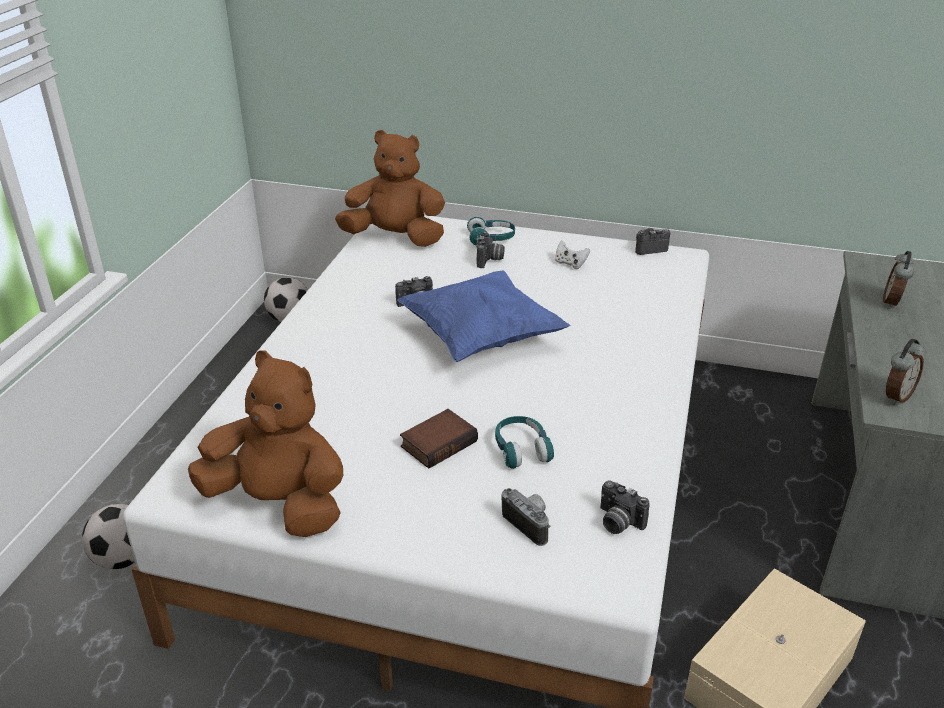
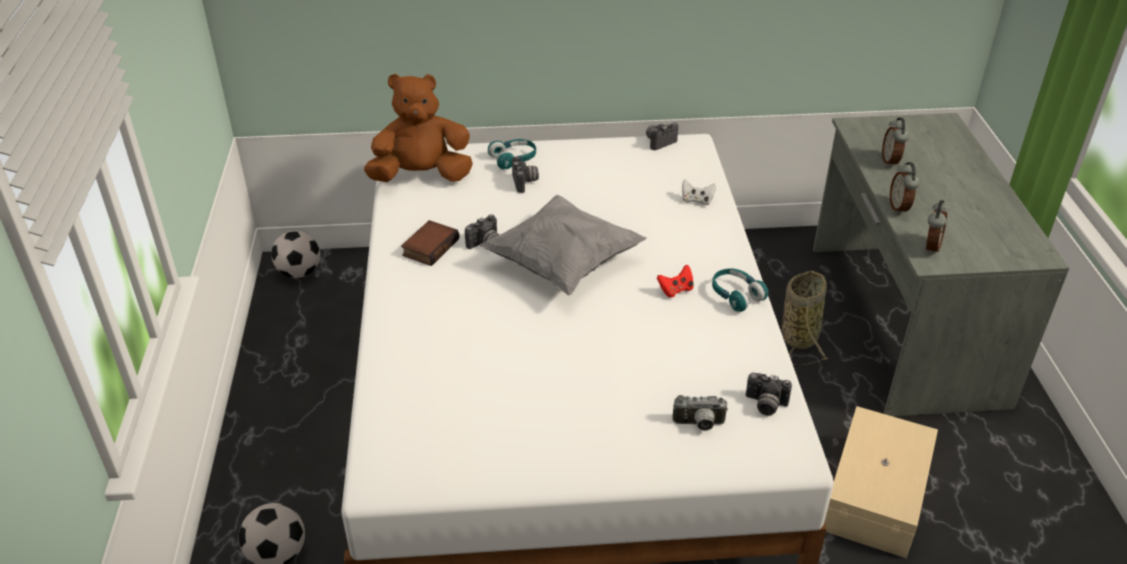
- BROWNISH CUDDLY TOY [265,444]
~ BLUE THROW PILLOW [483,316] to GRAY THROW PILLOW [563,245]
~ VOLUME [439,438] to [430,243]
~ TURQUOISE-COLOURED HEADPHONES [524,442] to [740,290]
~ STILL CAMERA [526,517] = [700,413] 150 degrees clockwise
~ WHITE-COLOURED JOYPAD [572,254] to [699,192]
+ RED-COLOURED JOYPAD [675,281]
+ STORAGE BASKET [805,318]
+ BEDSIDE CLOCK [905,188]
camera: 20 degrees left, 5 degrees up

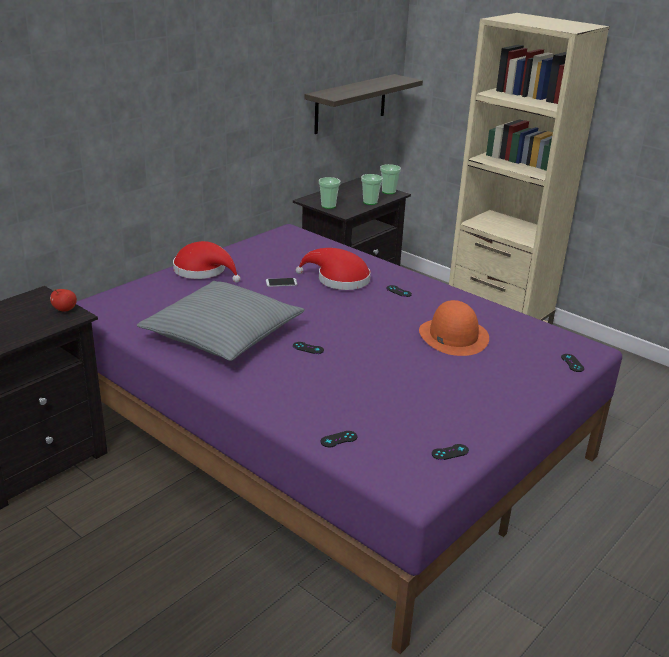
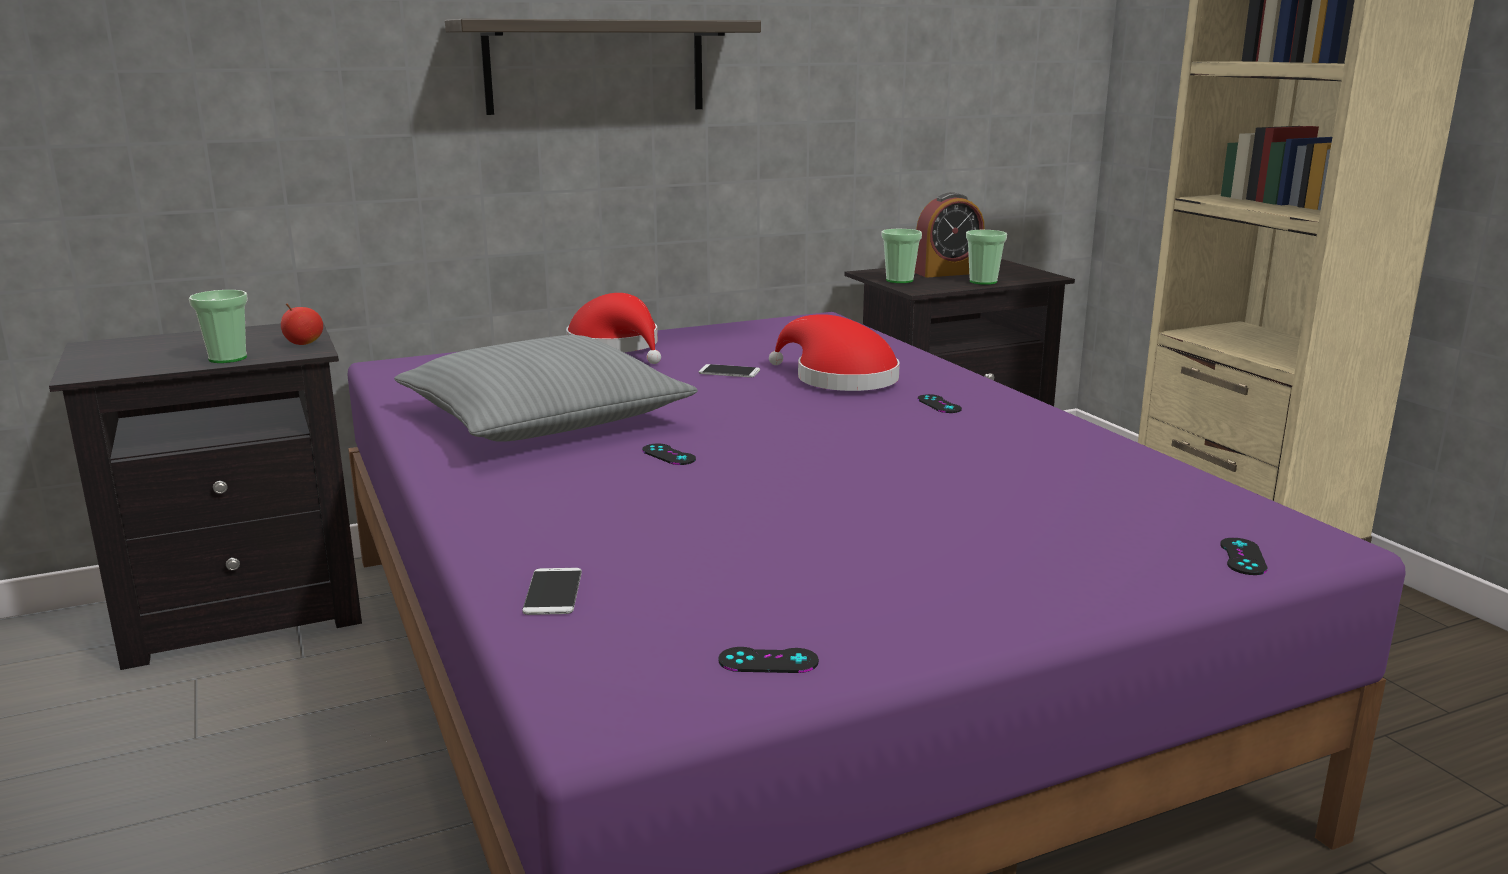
~ BRACKET SHELF [364,104] to [603,67]
~ BLACKISH JOYPAD [339,439] to TELEPHONE [552,591]
~ CUP [390,179] to [218,326]
- ORANGE-COLOURED CLOTHING HAT [454,328]
+ BEDSIDE CLOCK [949,234]
camera: 25 degrees right, 10 degrees down

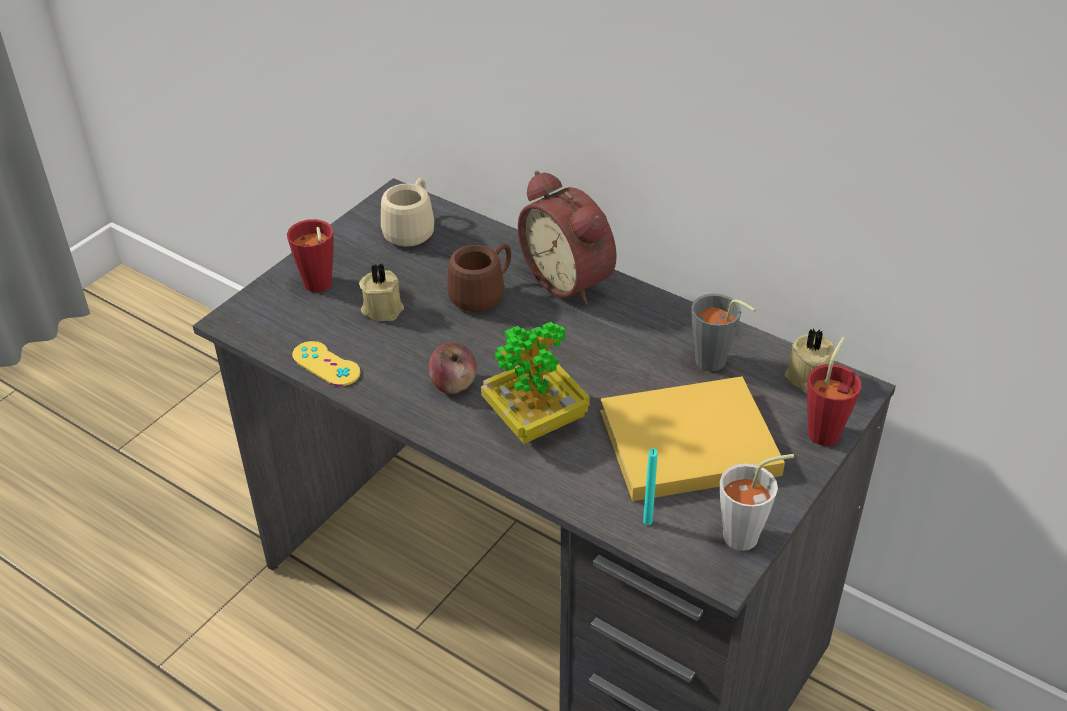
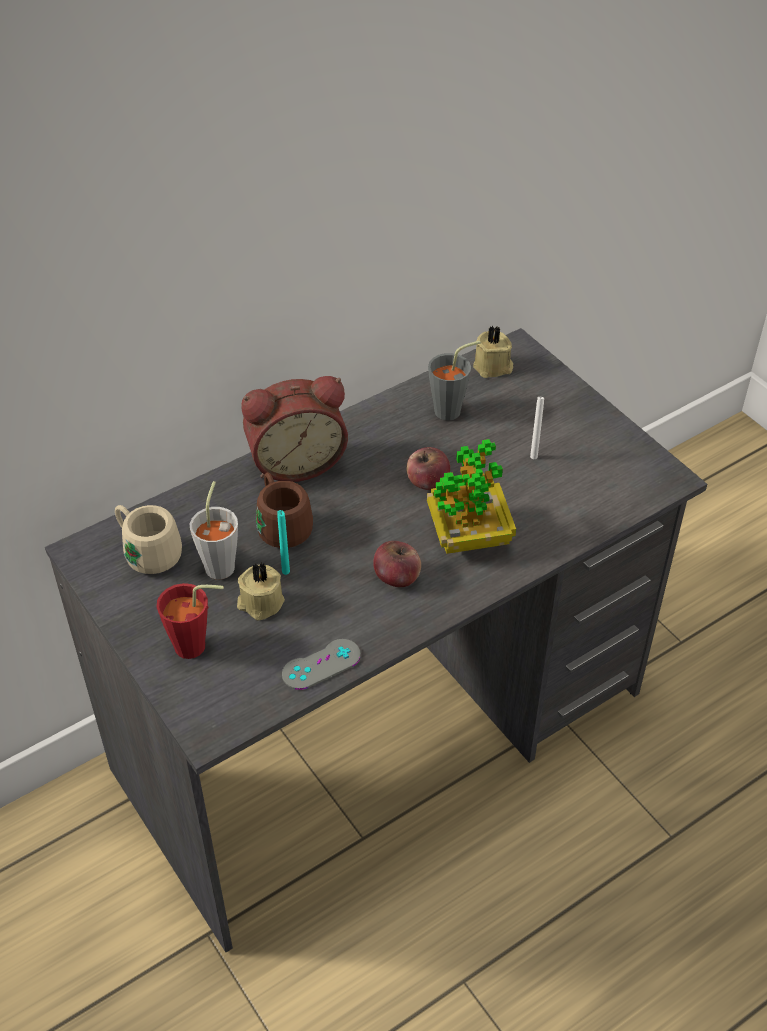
~ YELLOWISH JOYPAD [326,363] to GRAY JOYPAD [321,664]
~ YELLOWISH VOLUME [692,438] to WHITE-COLOURED WAX LIGHT [537,428]
~ TURQUOISE-COLOURED WAX LIGHT [650,486] to [283,542]
~ GRAY CUP [757,502] to [214,530]
- RED-COLOURED CUP [834,391]
+ APPLE [428,468]
camera: 70 degrees left, 5 degrees up

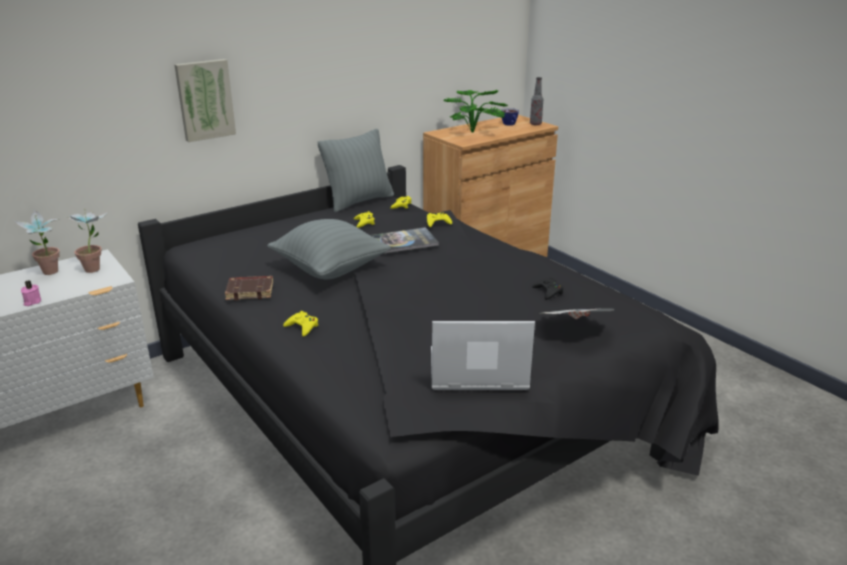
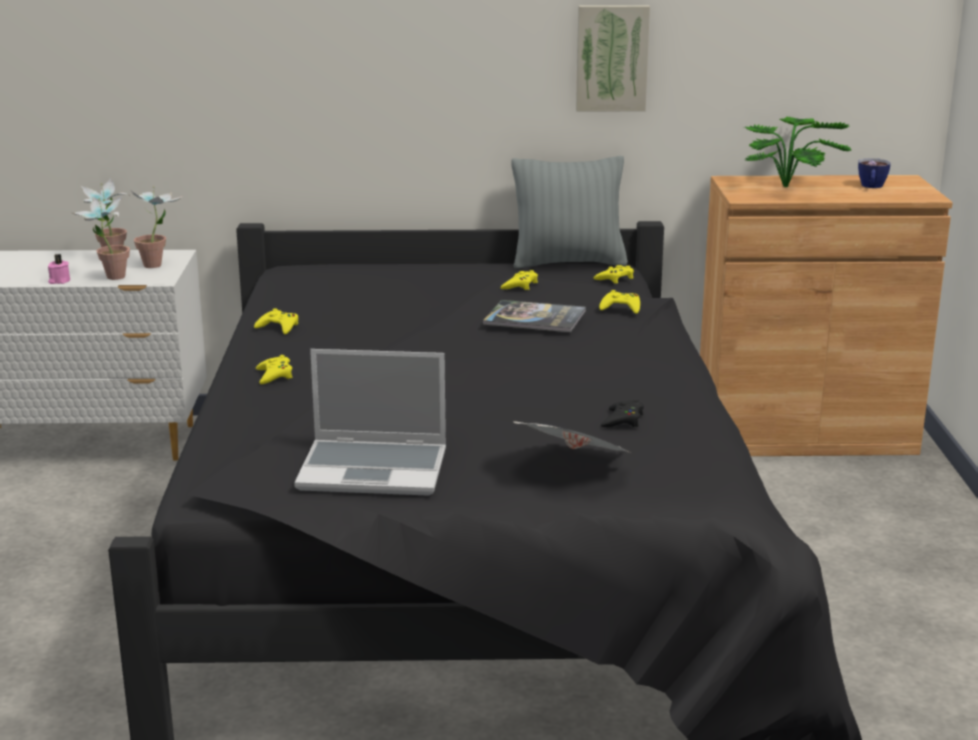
~ WALL PICTURE [205,100] to [613,58]
~ BROWNISH VOLUME [249,288] to YELLOWISH JOYPAD [276,321]
- GRAY THROW PILLOW [329,249]
~ PORTABLE COMPUTER [483,355] = [370,422] 150 degrees clockwise
- DRINK BOTTLE [536,101]
+ HOUSEPLANT [101,237]
camera: 35 degrees right, 5 degrees down

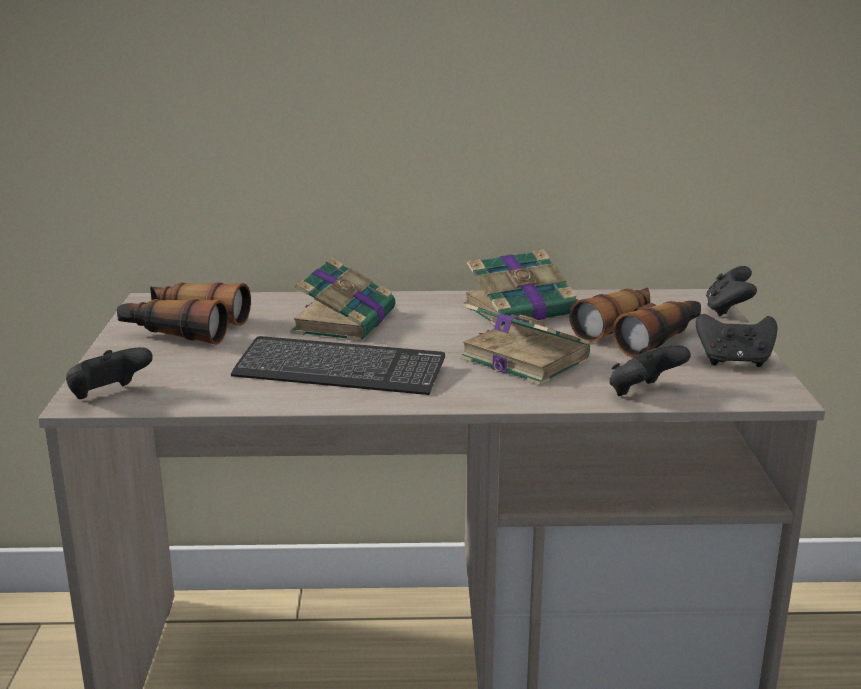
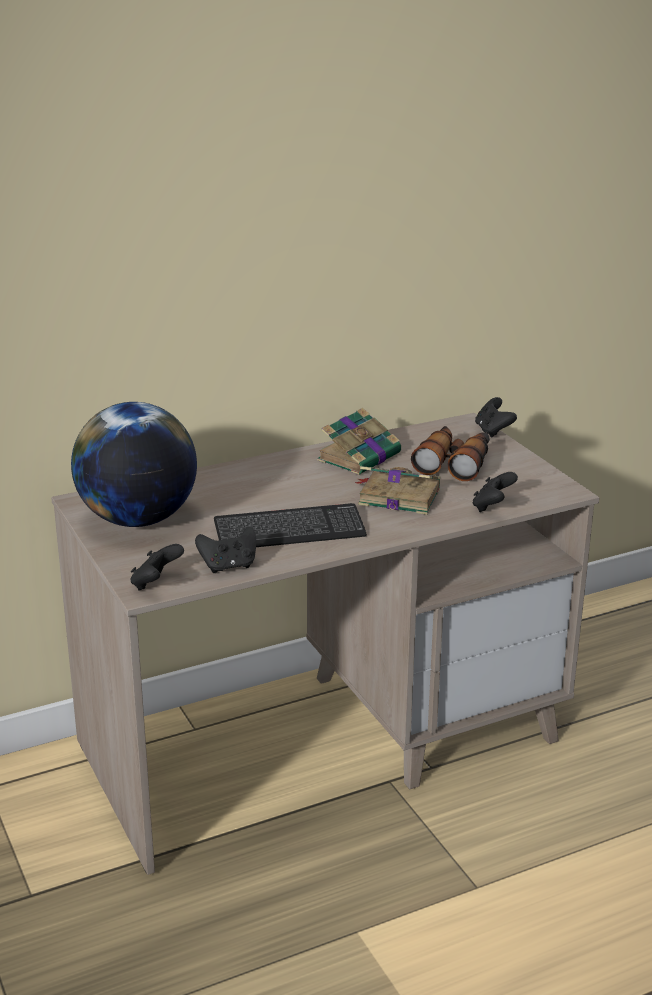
~ FIELD GLASSES [184,313] to DESK GLOBE [134,464]
- VOLUME [343,299]
~ BLACKISH JOYPAD [737,340] to [225,550]
camera: 25 degrees left, 5 degrees up

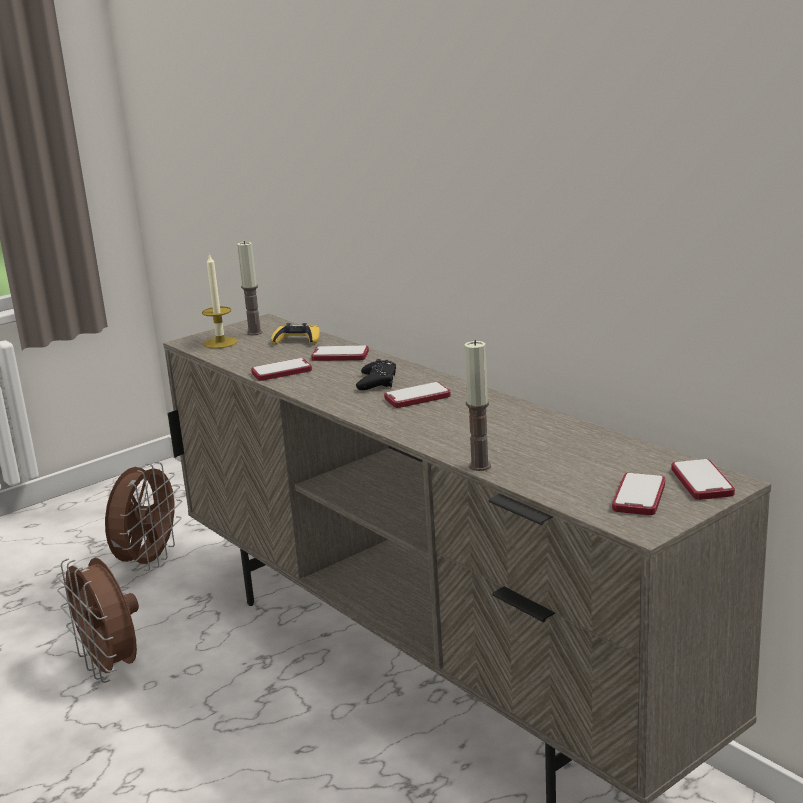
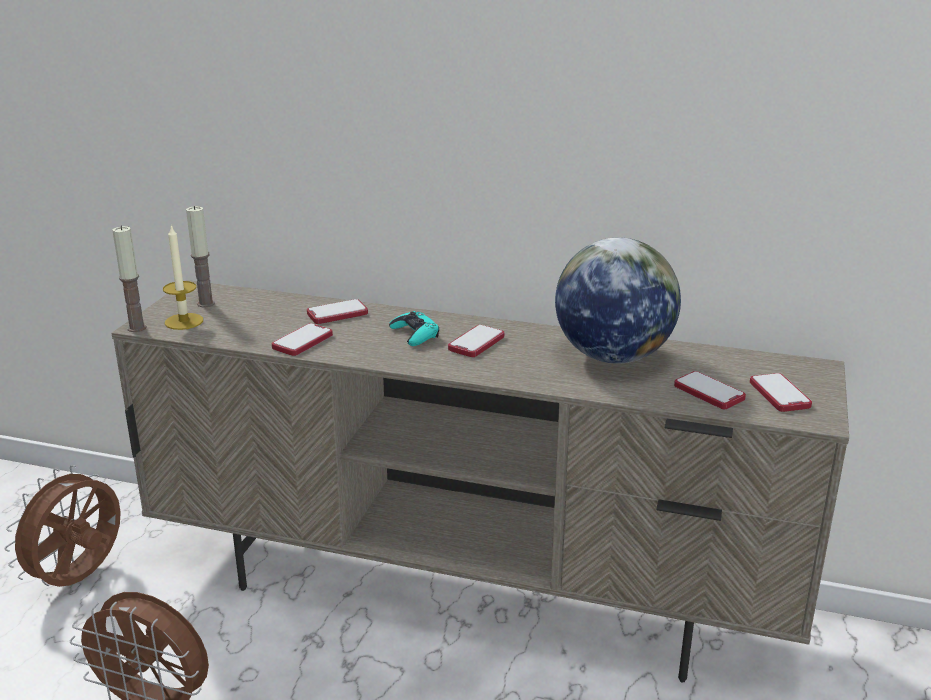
~ BROWNISH ELECTRIC FAN [143,516] = [62,526] 135 degrees counterclockwise
- YELLOWISH JOYPAD [295,334]
~ BLACKISH JOYPAD [376,374] to TURQUOISE-COLOURED JOYPAD [414,328]
~ WAX LIGHT [477,405] to [129,279]
~ TELEPHONE [703,479] to [710,390]
+ DESK GLOBE [618,300]
camera: 35 degrees left, 5 degrees up

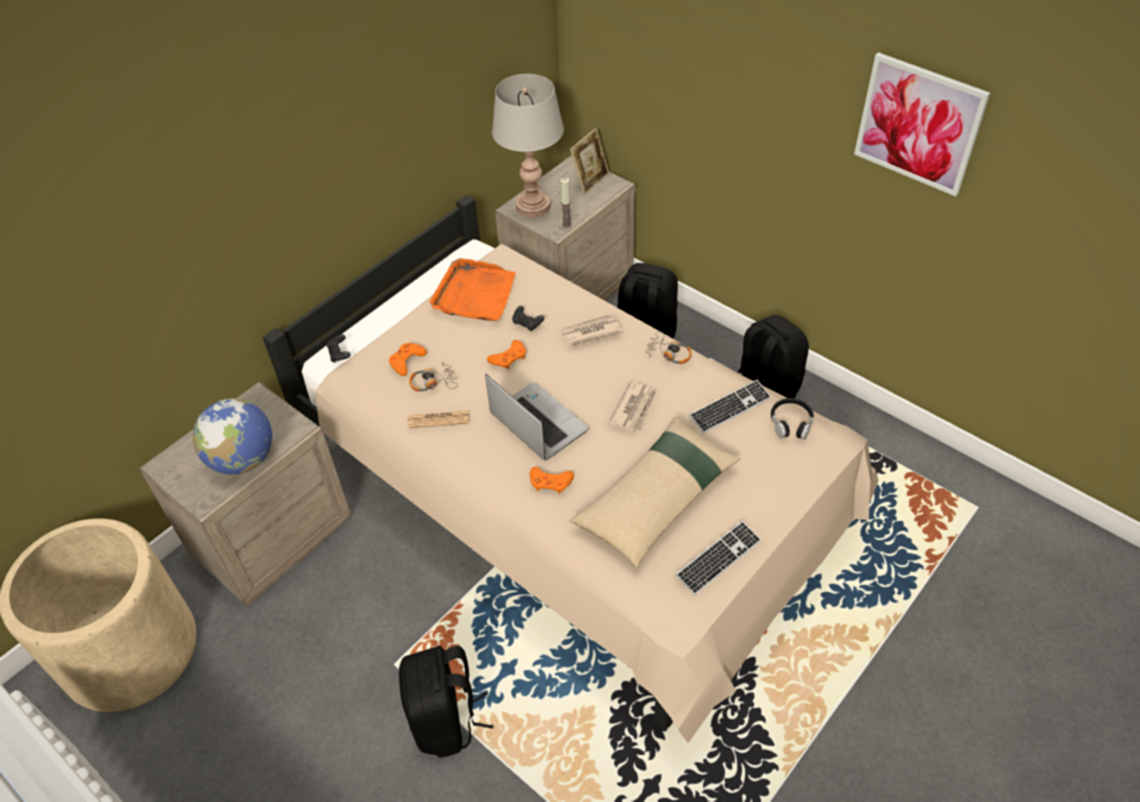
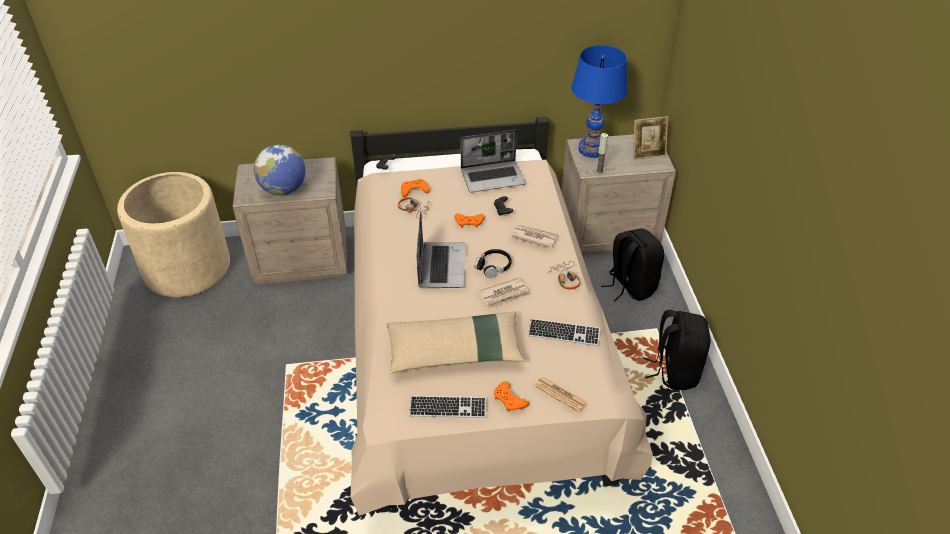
- BLACKISH KNAPSACK [446,702]
~ DAILY PAPER [438,419] to [560,394]
~ ORANGE-COLOURED TRAY [472,289] to PORTABLE COMPUTER [493,161]
~ GRAY LAMP FOR A TABLE [528,146] to BLUE LAMP FOR A TABLE [599,101]
~ ORANGE-COLOURED JOYPAD [552,480] to [511,396]
~ BLACKISH HEADPHONES [792,419] to [493,263]
- WALL PICTURE [922,124]
camera: 40 degrees right, 5 degrees down

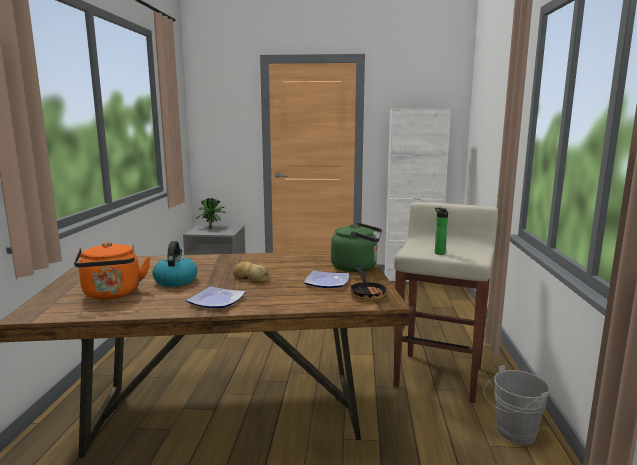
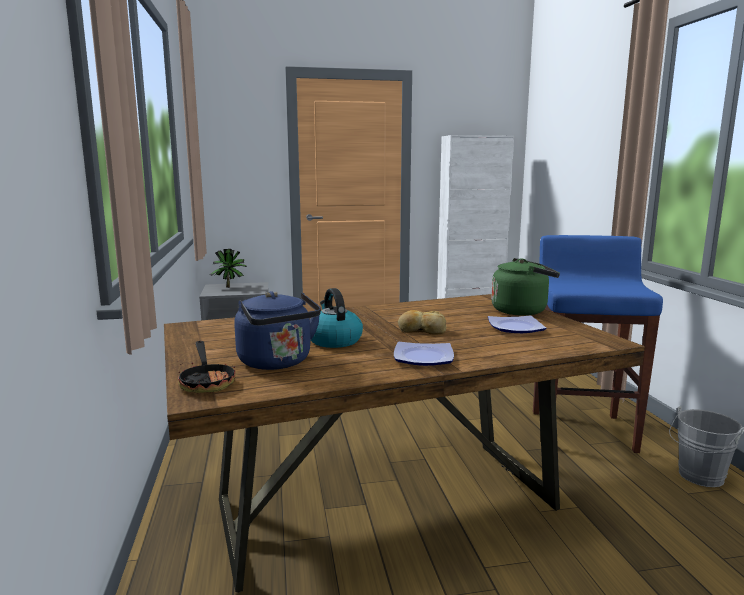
~ ORANGE-COLOURED KETTLE [112,271] to BLUE KETTLE [277,330]
~ PAN [369,283] to [207,367]
~ BEIGE-COLOURED STOOL SEAT [445,302] to BLUE STOOL SEAT [598,344]
- DRINK BOTTLE [441,231]
camera: 15 degrees left, 0 degrees up

